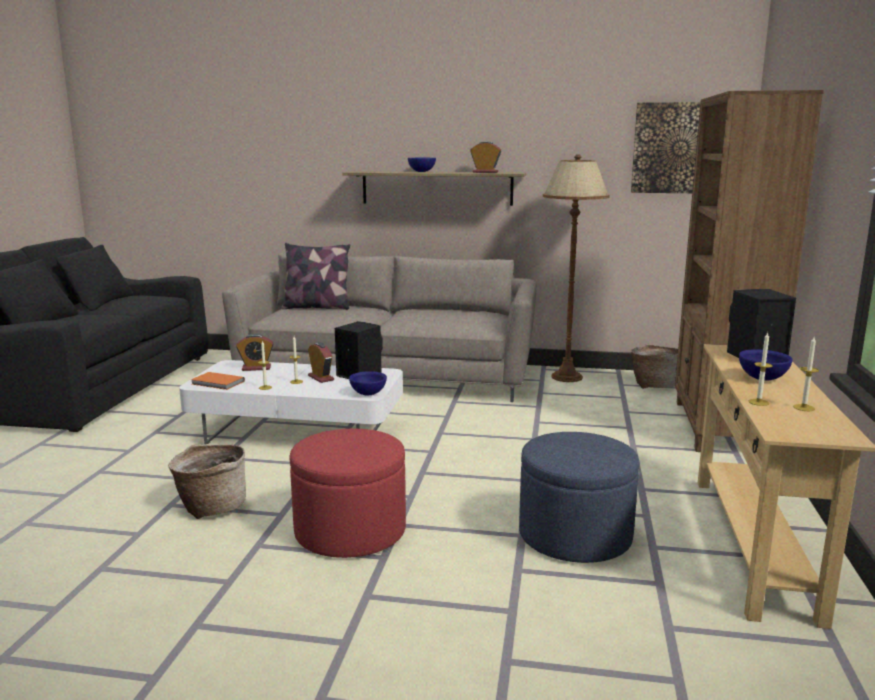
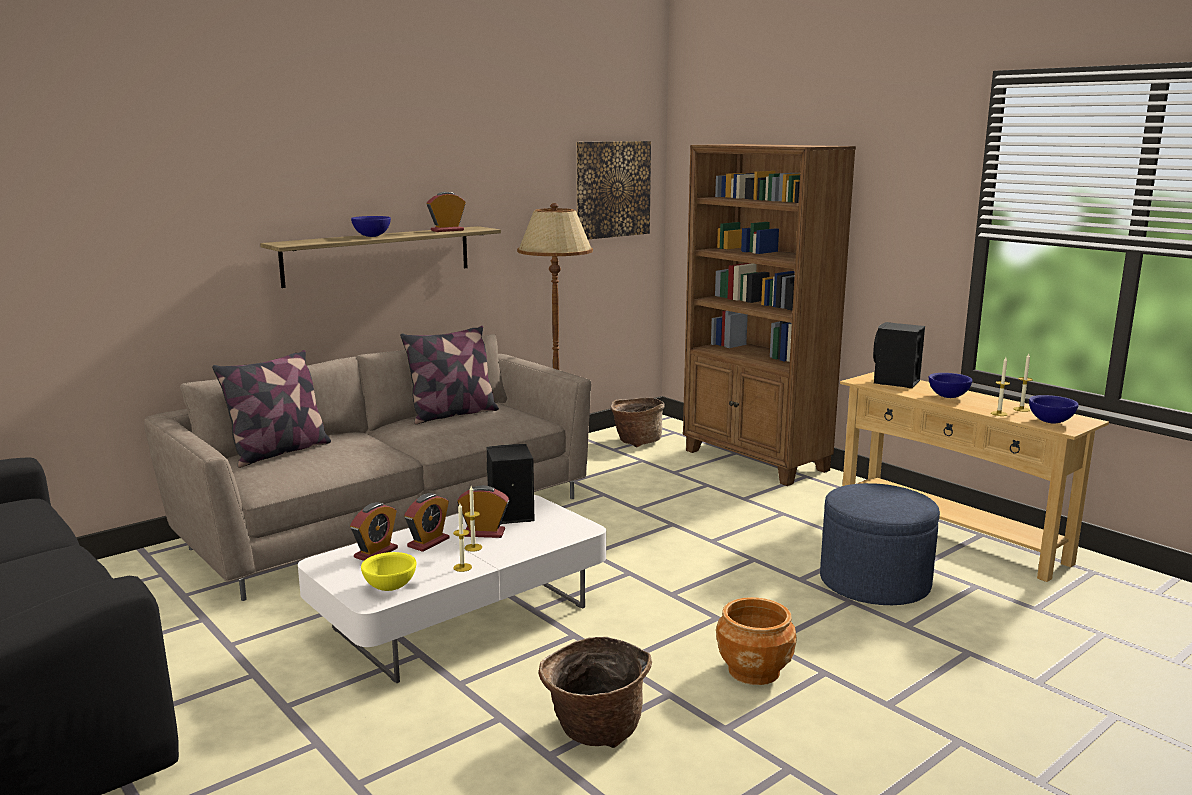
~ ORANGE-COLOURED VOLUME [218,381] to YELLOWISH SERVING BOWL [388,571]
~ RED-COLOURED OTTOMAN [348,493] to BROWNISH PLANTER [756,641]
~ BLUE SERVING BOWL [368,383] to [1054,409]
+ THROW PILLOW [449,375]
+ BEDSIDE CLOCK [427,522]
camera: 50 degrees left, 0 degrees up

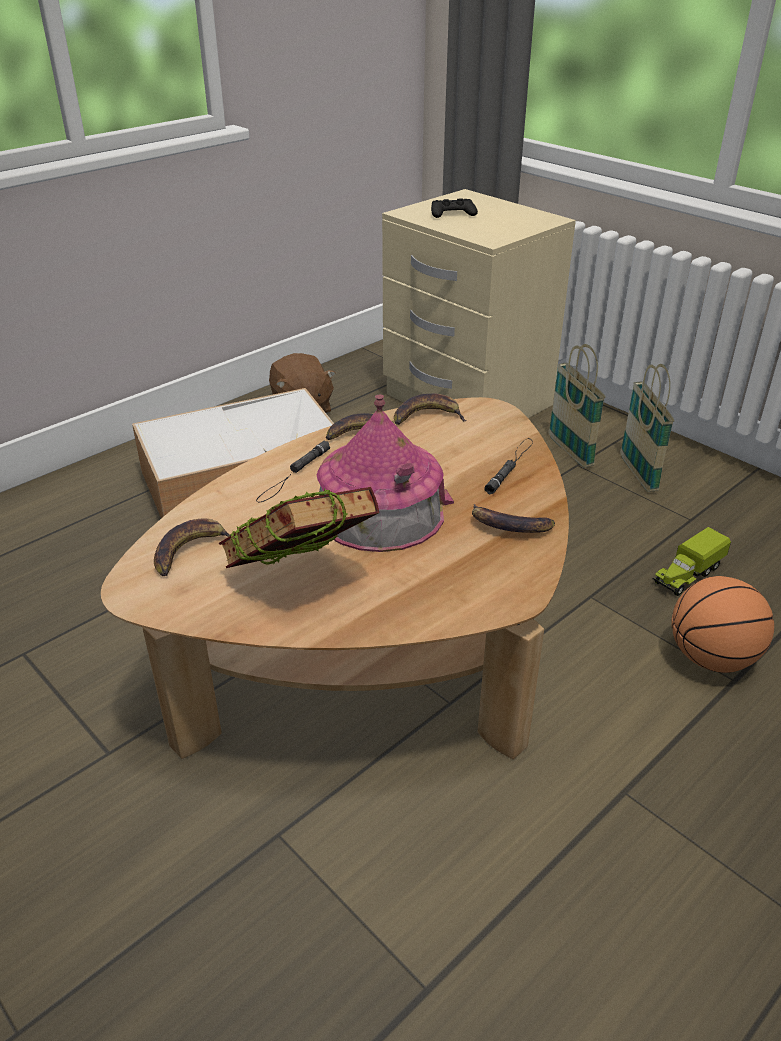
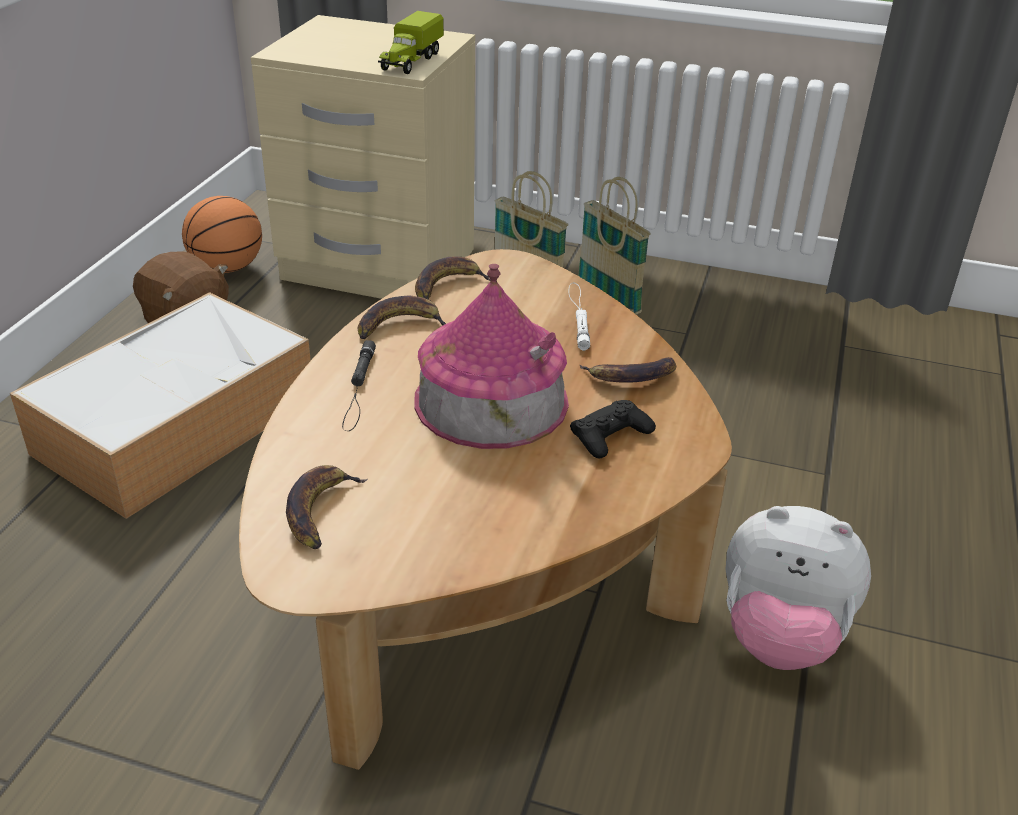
- VOLUME [299,527]
~ BLACKISH JOYPAD [454,208] to [613,429]
~ BLACKISH FLASHLIGHT [508,466] to WHITE-COLOURED FLASHLIGHT [579,316]
~ TOY TRUCK [692,561] to [411,42]
~ BALL FOR BASKETBALL [722,624] to [222,234]
+ CUDDLY TOY [798,588]
camera: 30 degrees left, 0 degrees up

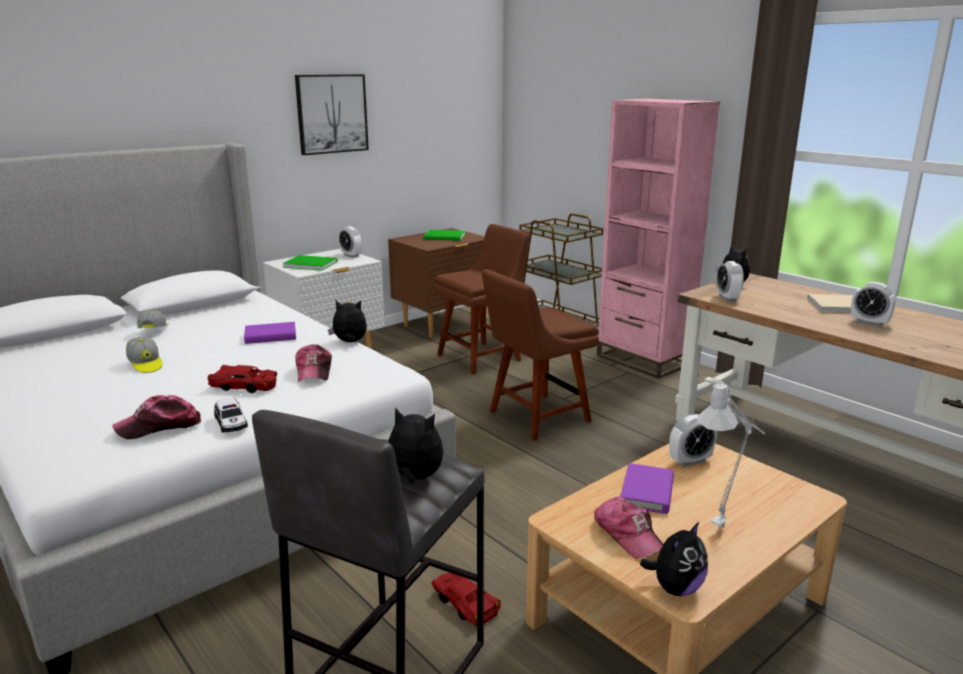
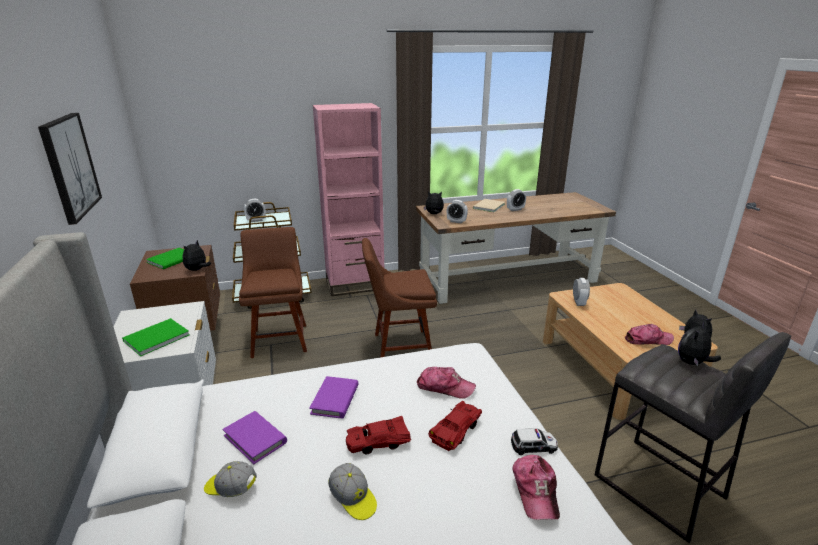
~ CAP [144,354] = [352,491] 60 degrees clockwise
~ CUDDLY TOY [347,321] to [197,255]
~ BEDSIDE CLOCK [350,242] to [255,210]
~ RED-COLOURED MINIATURE CAR [466,598] to [378,435]
~ BROWNISH UPRIGHT CHAIR [540,355] = [399,297] 90 degrees clockwise
~ PURPLE VOLUME [647,488] to [254,437]
- GRAY LAMP FOR A TABLE [731,455]
camera: 65 degrees left, 5 degrees up

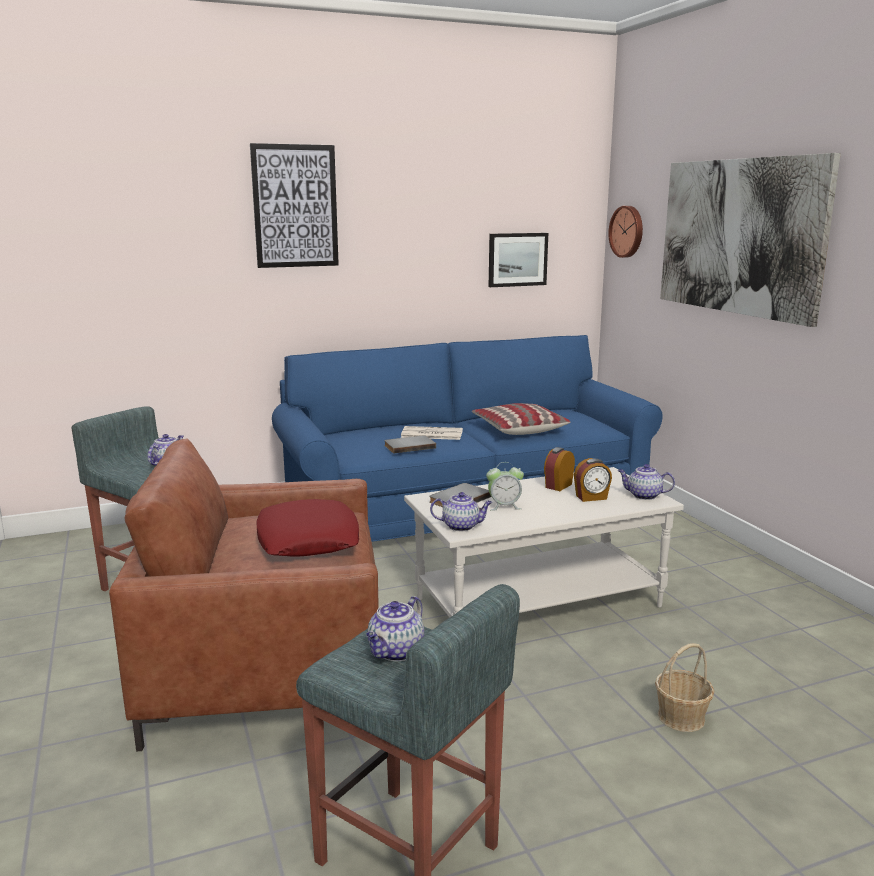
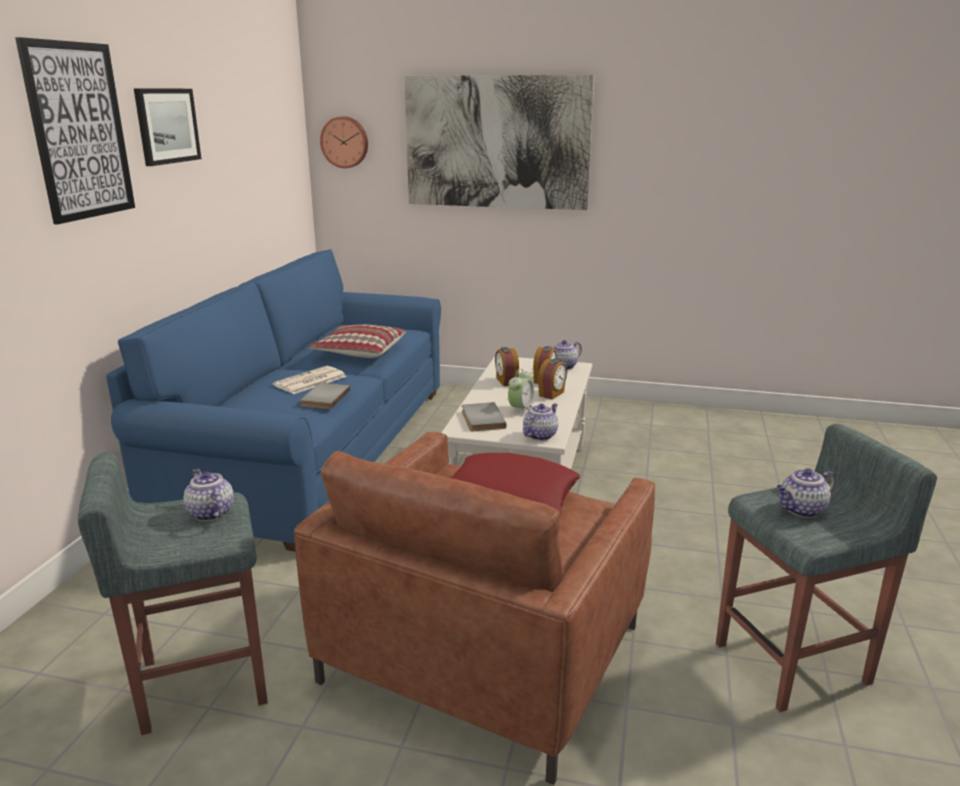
~ TEA POT [395,628] = [806,493] 90 degrees clockwise
~ WALL PICTURE [518,260] to [167,127]
- STORAGE BASKET [684,687]
+ BEDSIDE CLOCK [552,379]
camera: 55 degrees left, 5 degrees up

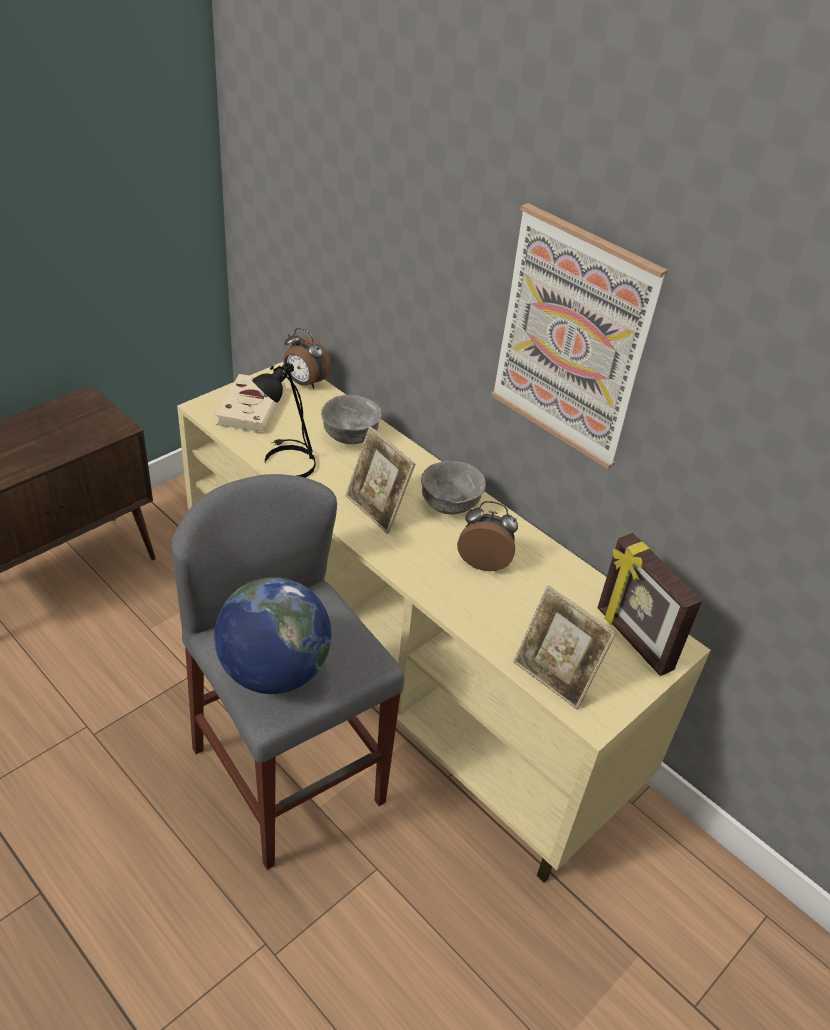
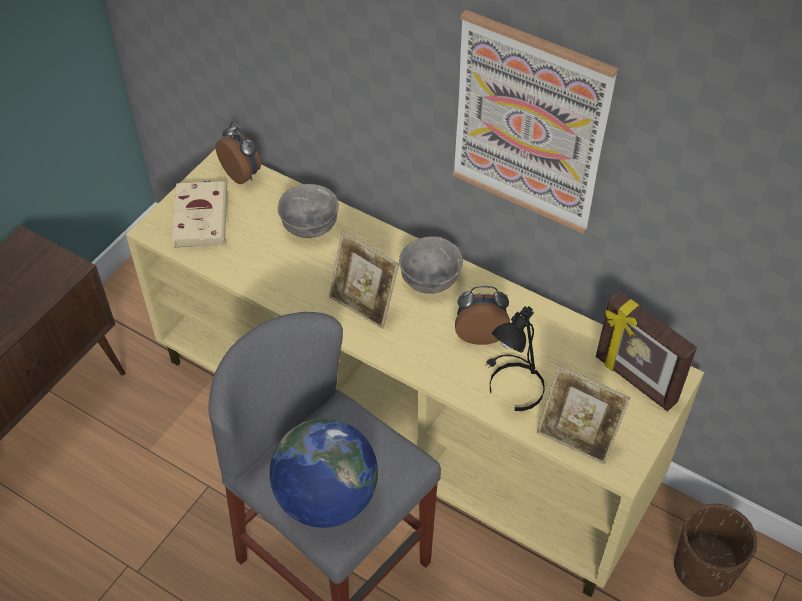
~ BLACKISH LAMP FOR A TABLE [284,420] to [515,358]
~ BEDSIDE CLOCK [307,358] = [238,153] 150 degrees counterclockwise
+ BROWNISH PLANTER [715,550]
camera: 10 degrees left, 10 degrees up

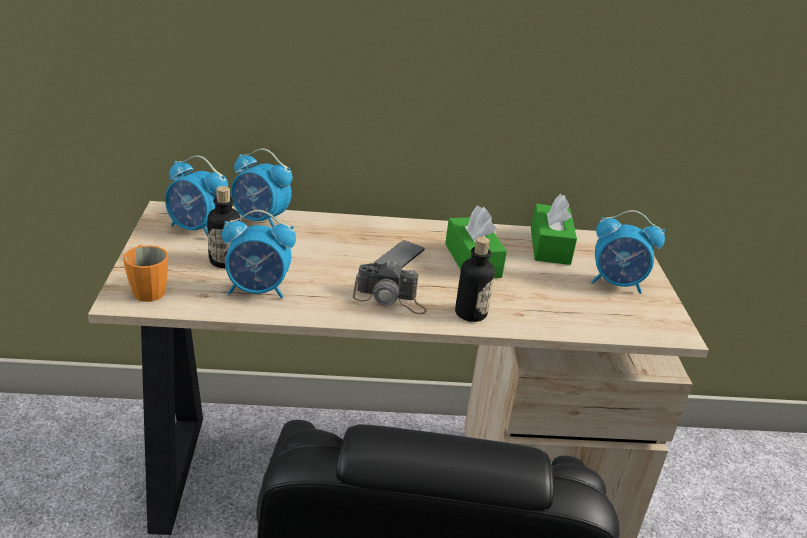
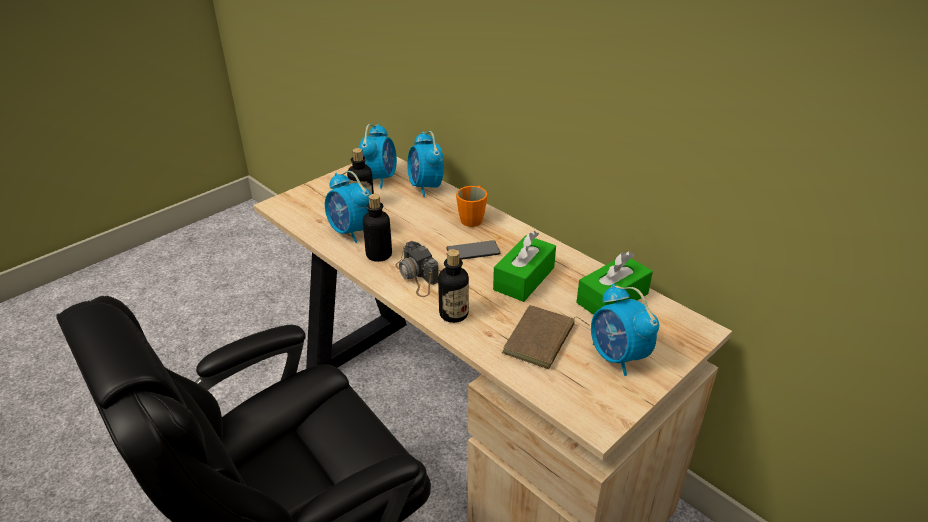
~ ORANGE-COLOURED TEA MUG [145,273] to [472,206]
~ BEDSIDE CLOCK [196,196] = [378,156] 150 degrees counterclockwise
+ DRINK BOTTLE [377,228]
+ BROWNISH VOLUME [546,337]
camera: 50 degrees right, 5 degrees up

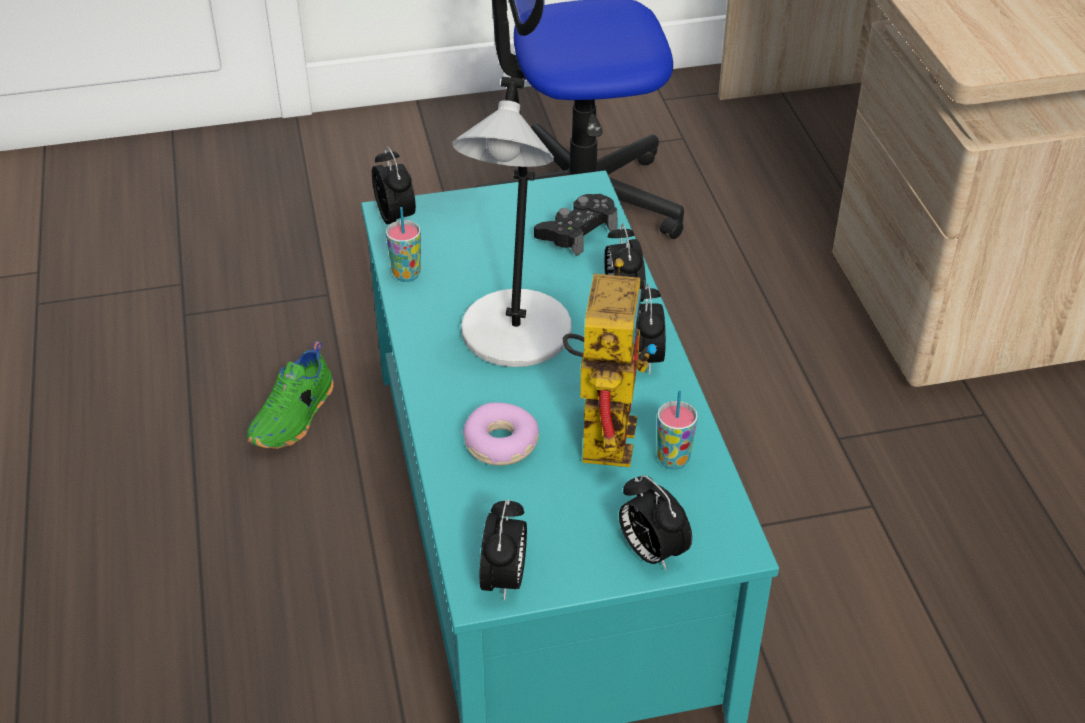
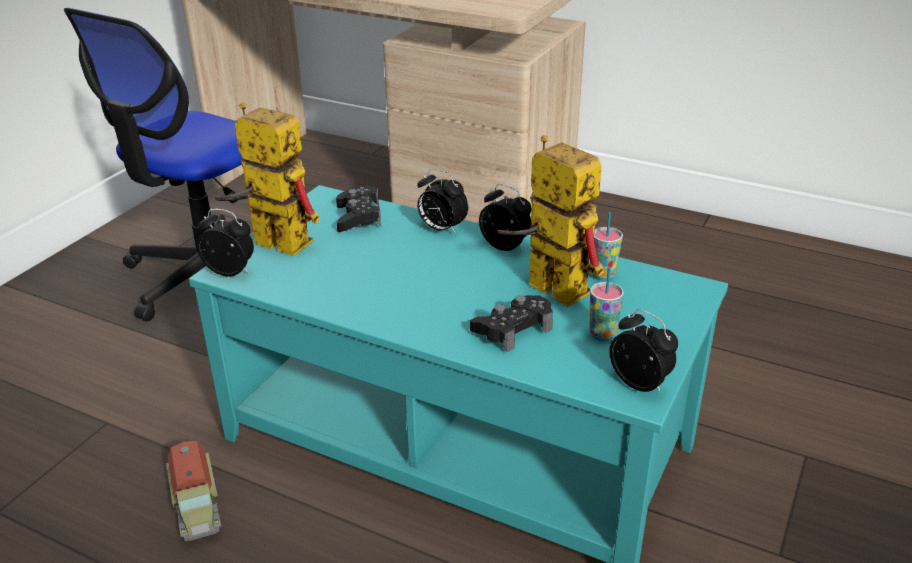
~ GREEN-COLOURED ITEM OF FOOTWEAR [290,395] to TOY TRUCK [193,491]
~ CUP [403,244] to [606,304]
- GRAY LAMP FOR A TABLE [512,222]
~ RING DOUGHNUT [501,434] to BLACKISH JOYPAD [511,323]
- BEDSIDE CLOCK [655,523]
+ ROBOT FIGURE [267,179]
camera: 50 degrees left, 10 degrees down

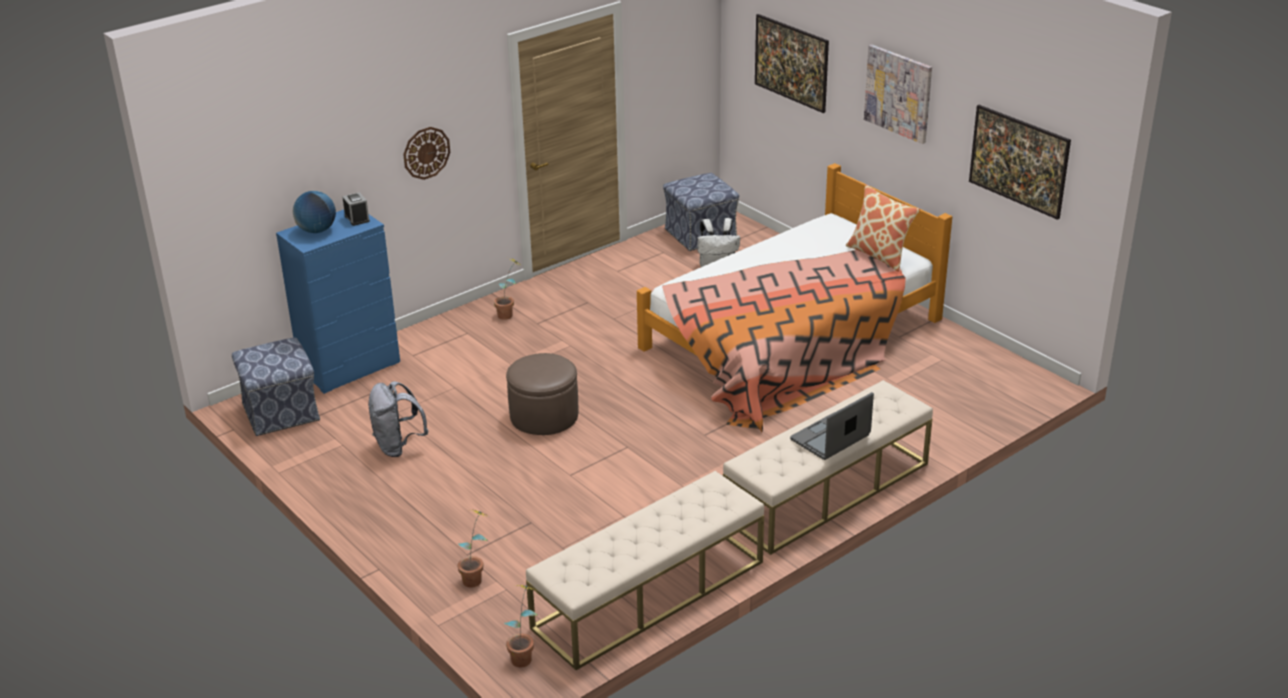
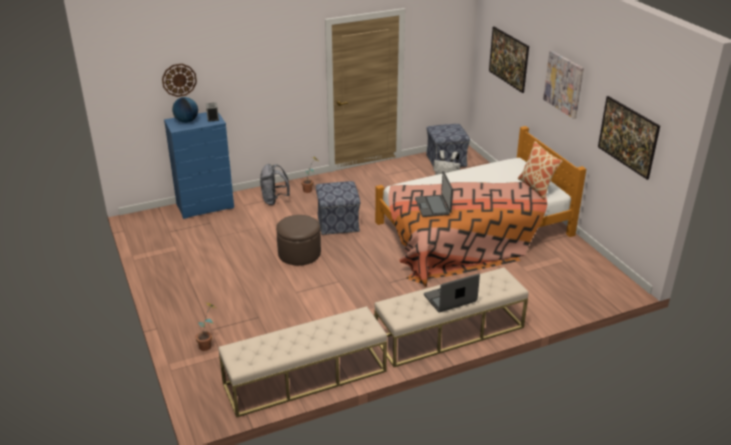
~ OTTOMAN [276,387] to [338,208]
~ GRAY KNAPSACK [398,419] to [275,184]
~ WALL CLOCK [426,153] to [179,80]
- HOUSEPLANT [521,626]
+ PORTABLE COMPUTER [434,194]
camera: 15 degrees right, 0 degrees up

